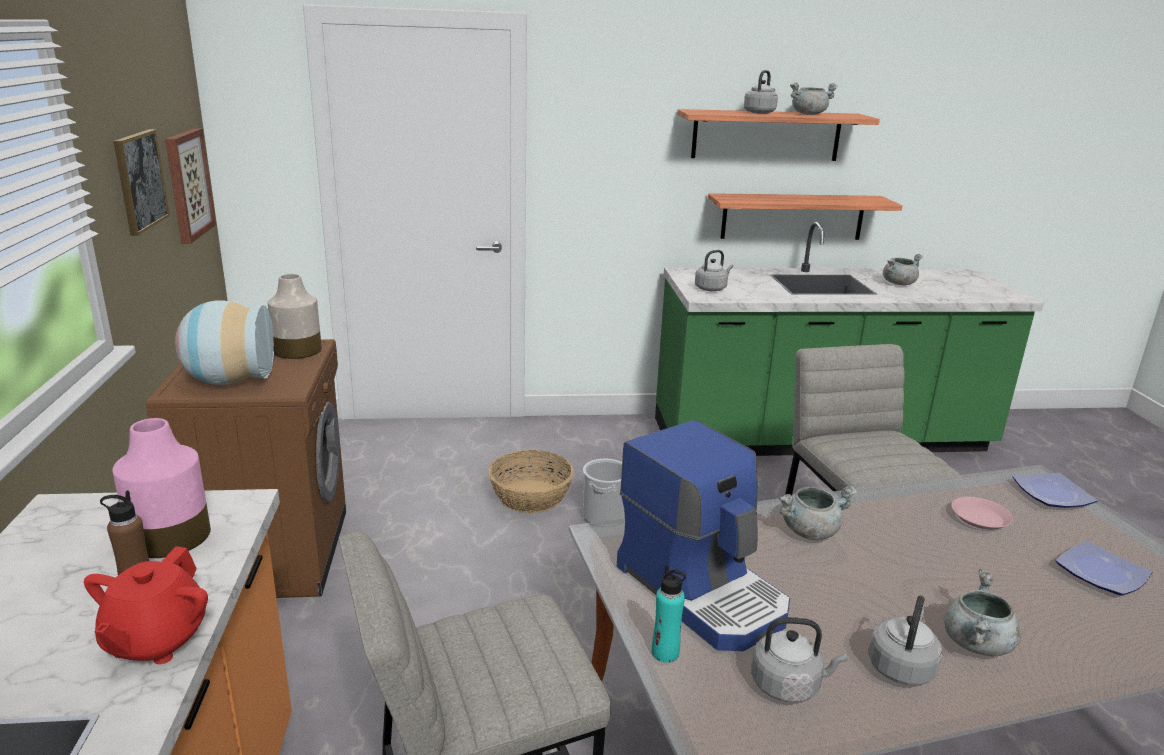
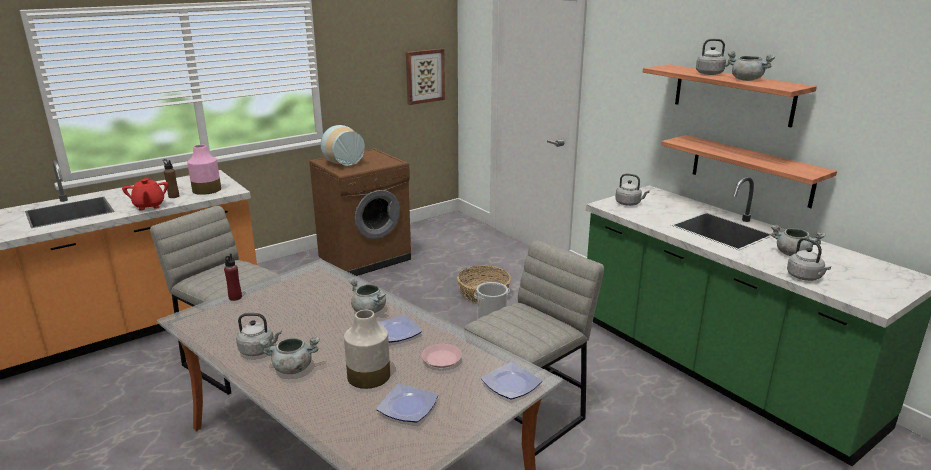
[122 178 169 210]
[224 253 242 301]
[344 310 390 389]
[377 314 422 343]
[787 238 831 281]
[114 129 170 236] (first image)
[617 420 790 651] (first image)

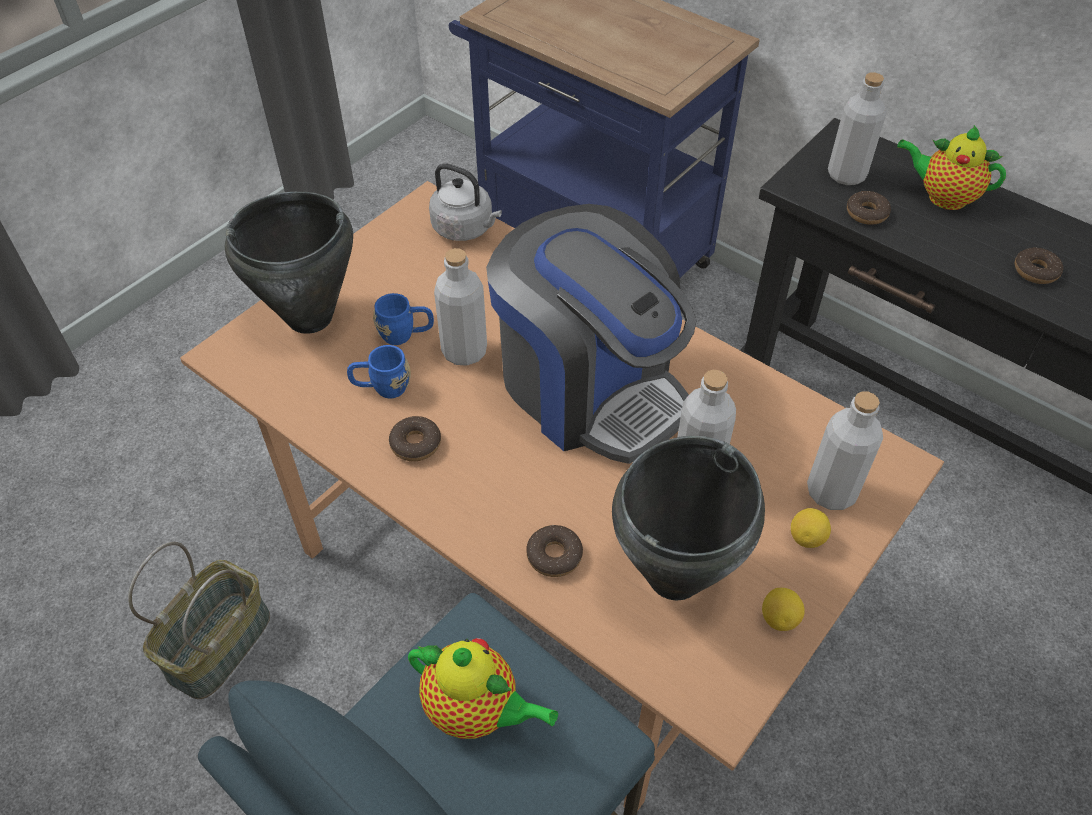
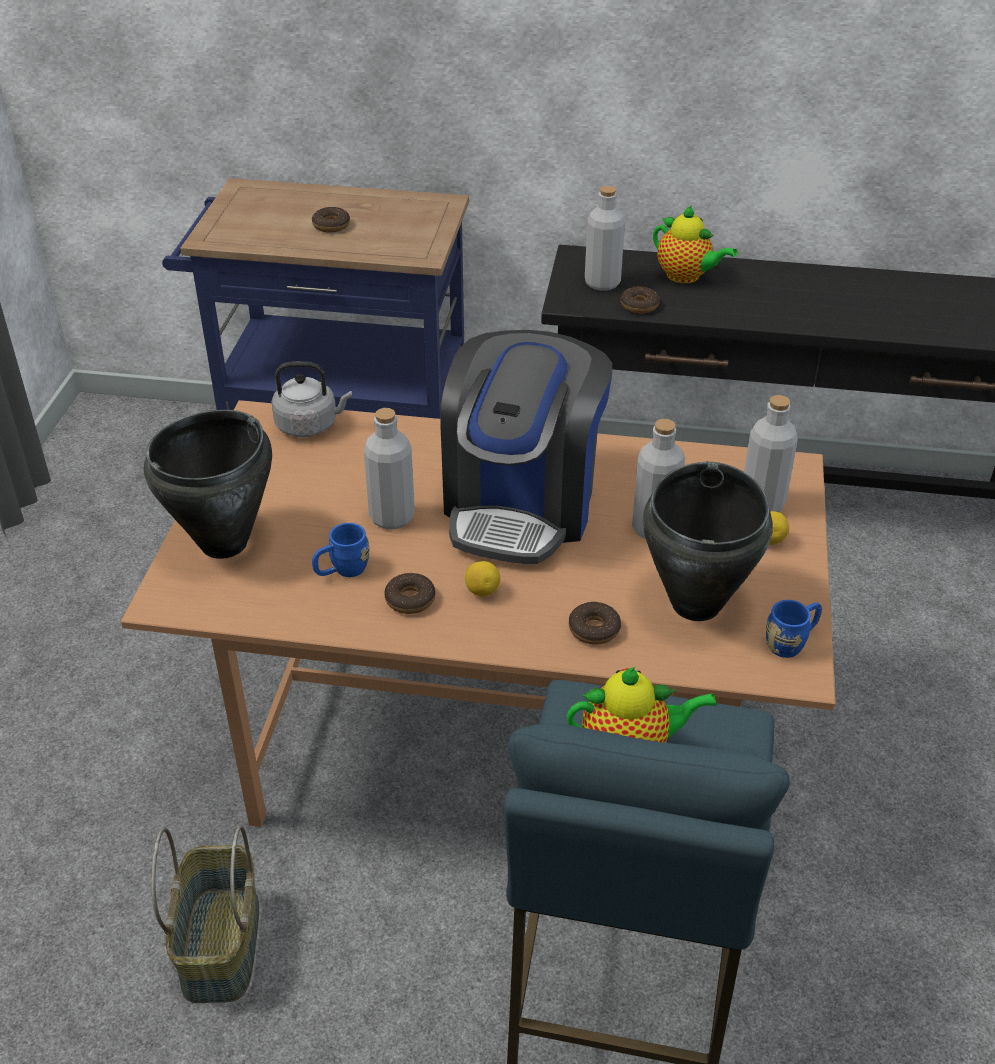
[312 207 350 233]
[440 330 613 564]
[465 561 500 597]
[653 206 738 283]
[766 600 822 658]

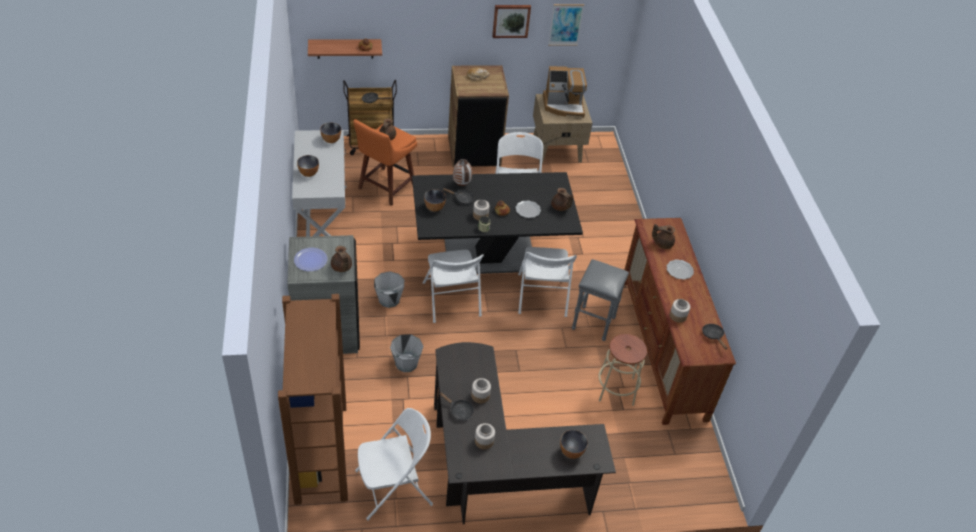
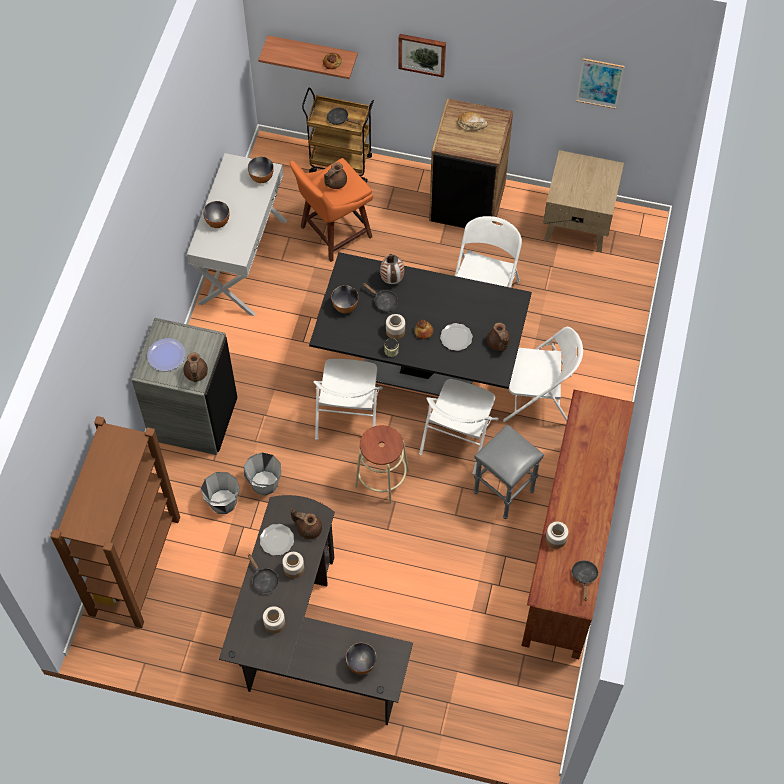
[201 472 240 514]
[260 524 294 556]
[291 508 322 539]
[355 425 409 504]
[398 34 446 78]
[503 327 583 422]
[543 66 587 118] (first image)

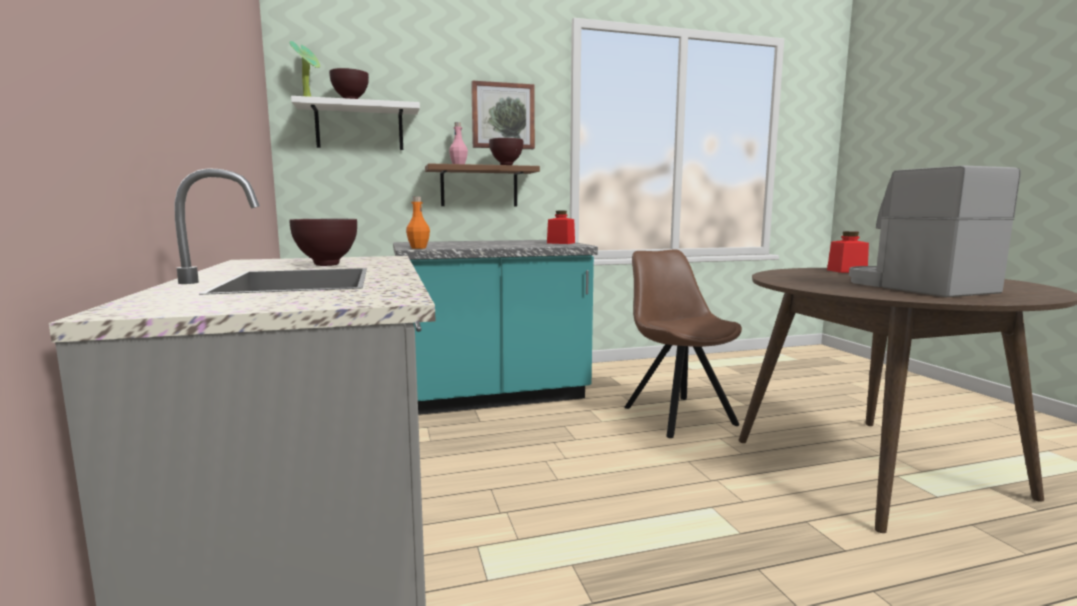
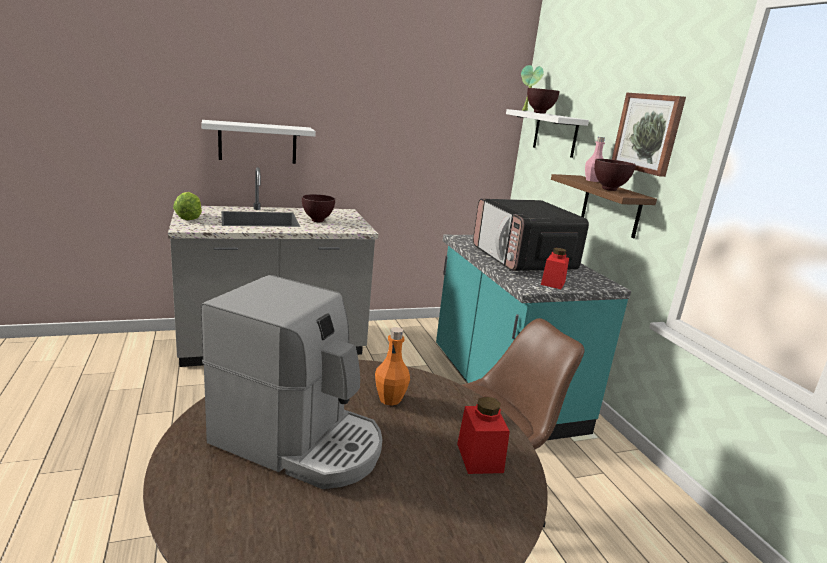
[173 192 202 220]
[201 120 316 164]
[201 275 382 489]
[375 327 410 406]
[473 199 589 271]

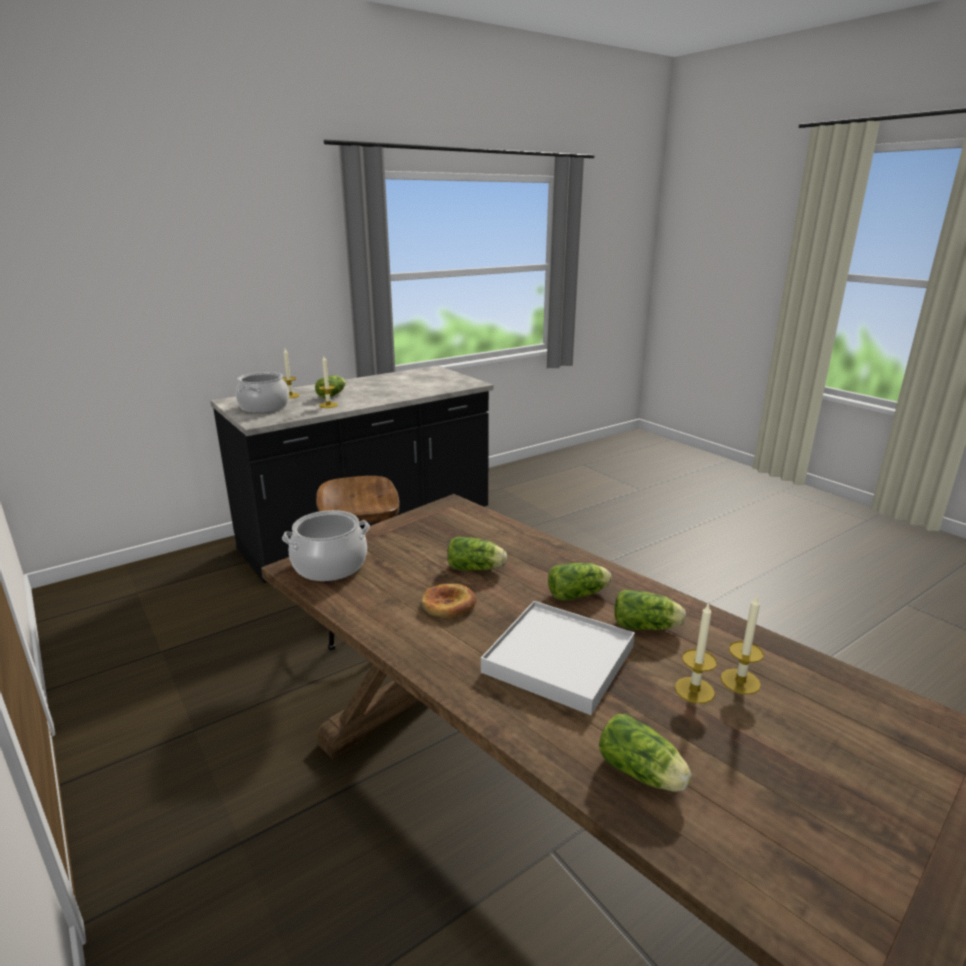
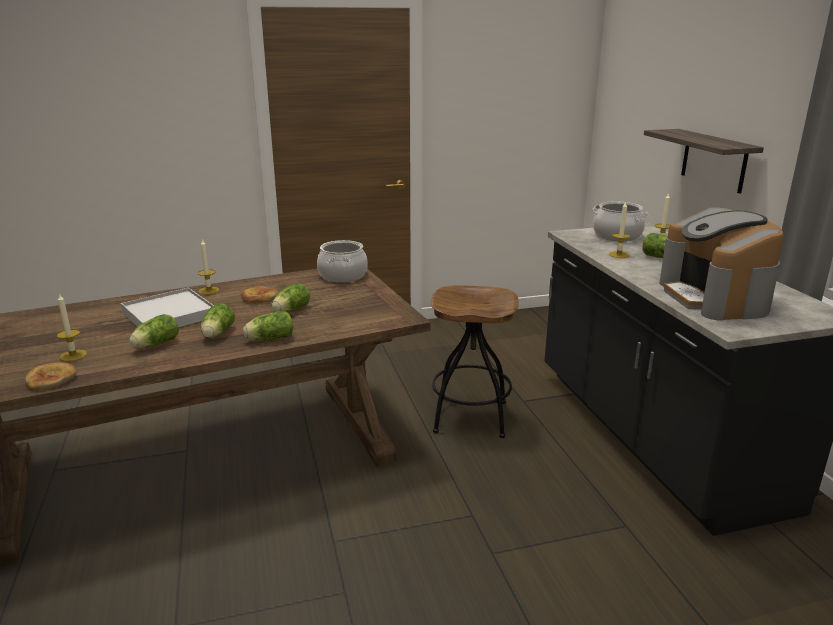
[25 362 76 391]
[198 239 219 295]
[243 311 293 340]
[644 129 764 194]
[659 207 784 321]

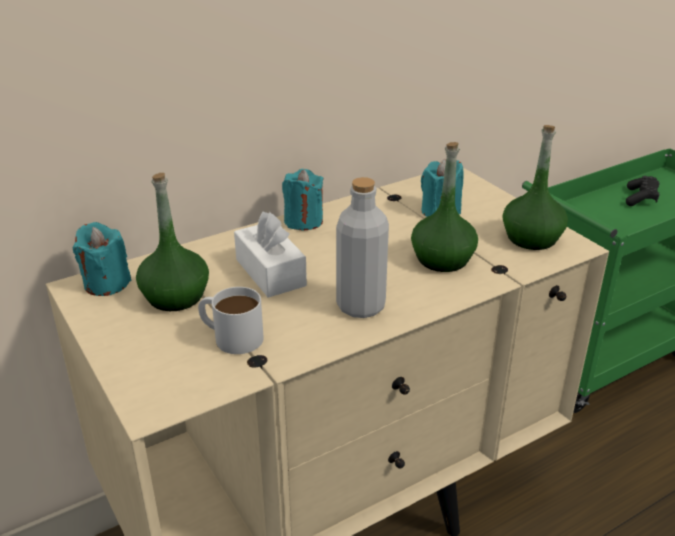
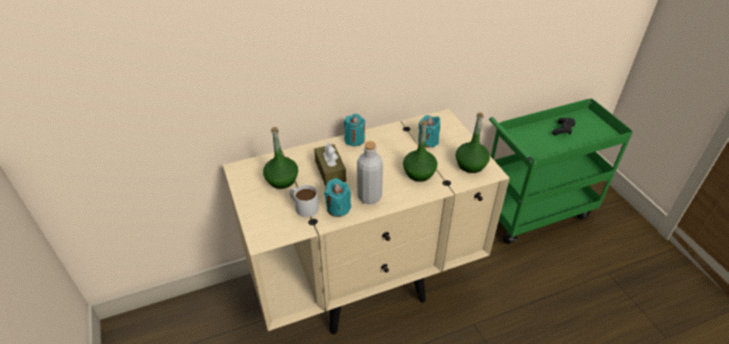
[314 143 346 186]
[324 178 351 217]

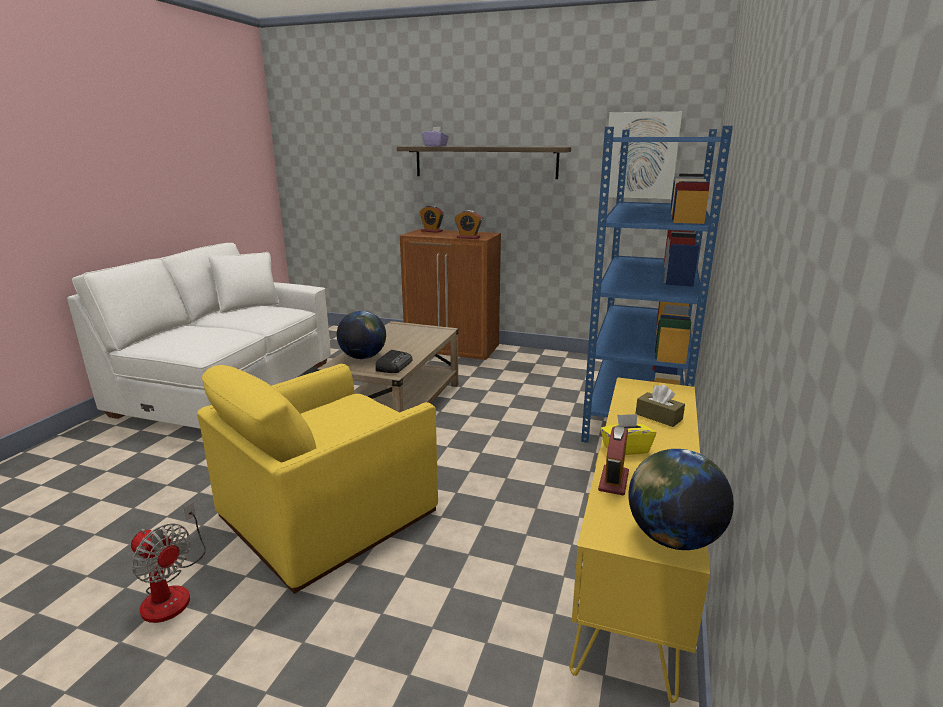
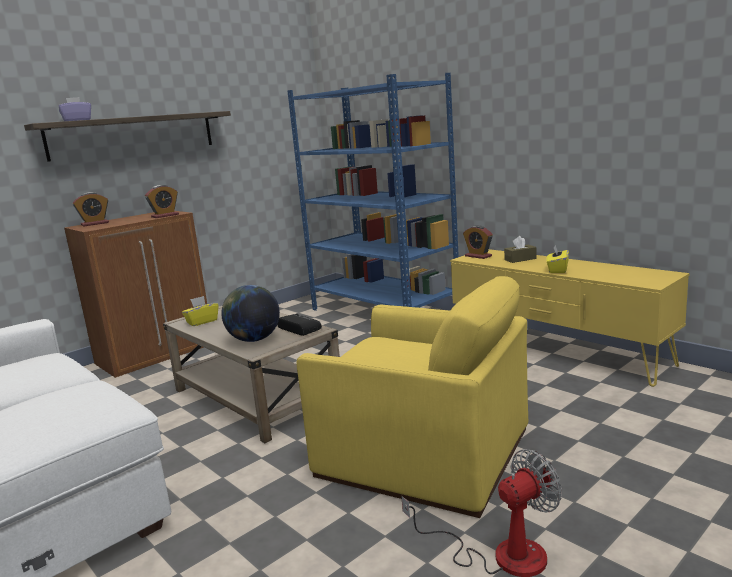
[182 296 219 326]
[296 276 528 518]
[463 225 493 259]
[603 111 682 199] (first image)
[628 449 734 550] (first image)

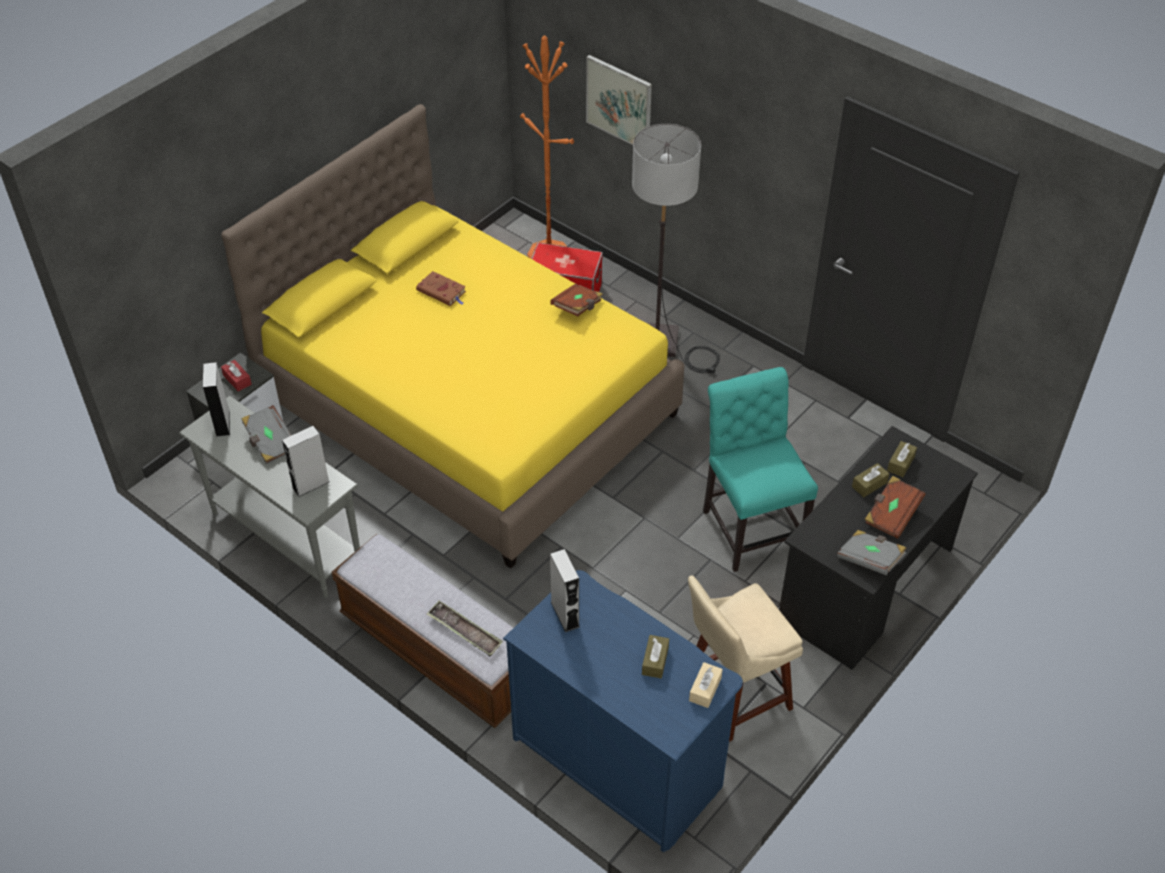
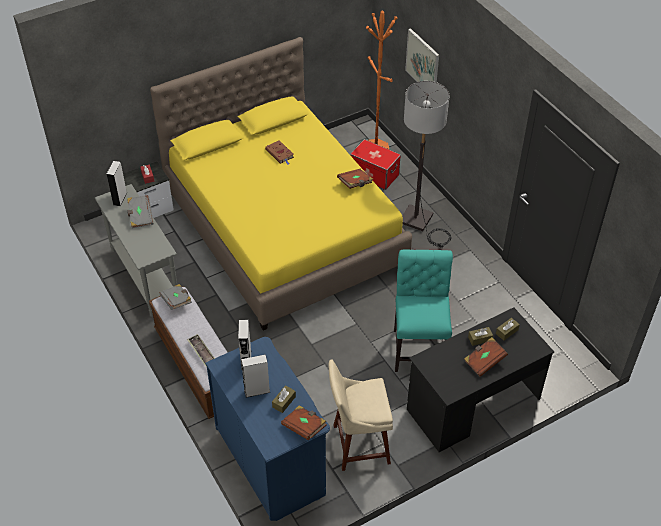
[159 284 192 310]
[241 354 270 398]
[281 405 327 440]

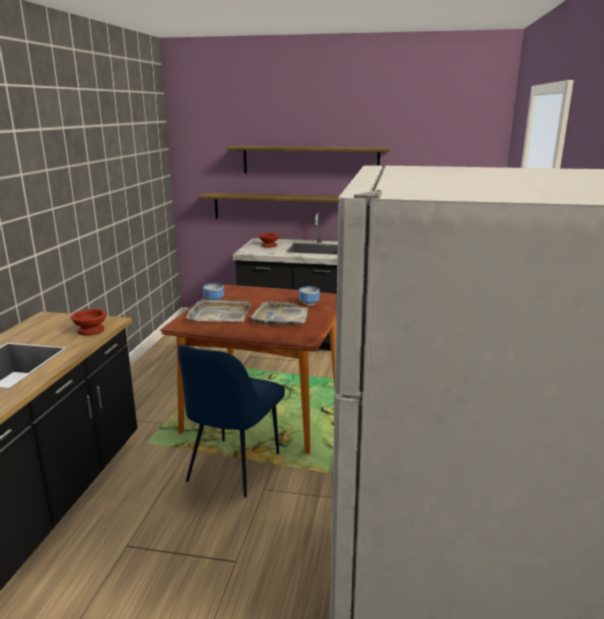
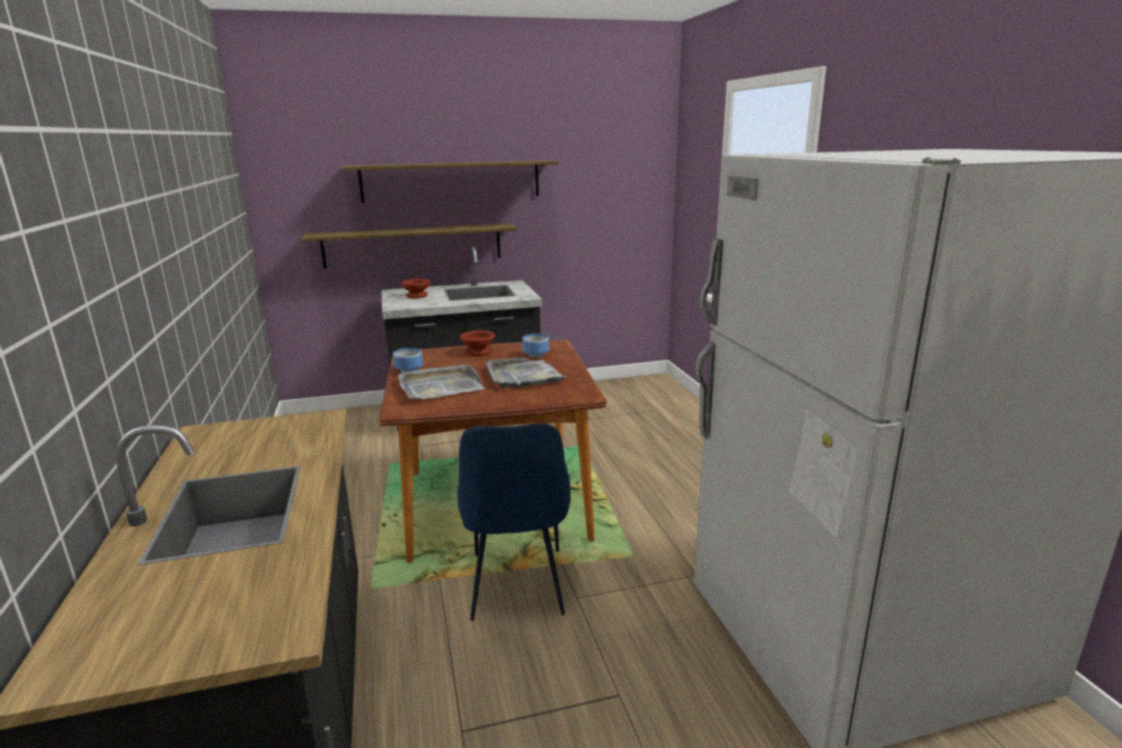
[460 330 495 356]

